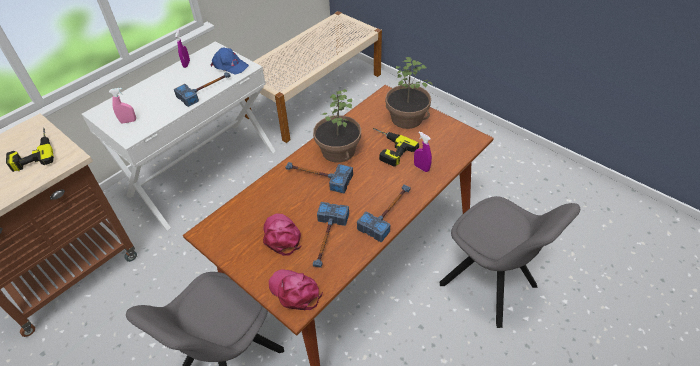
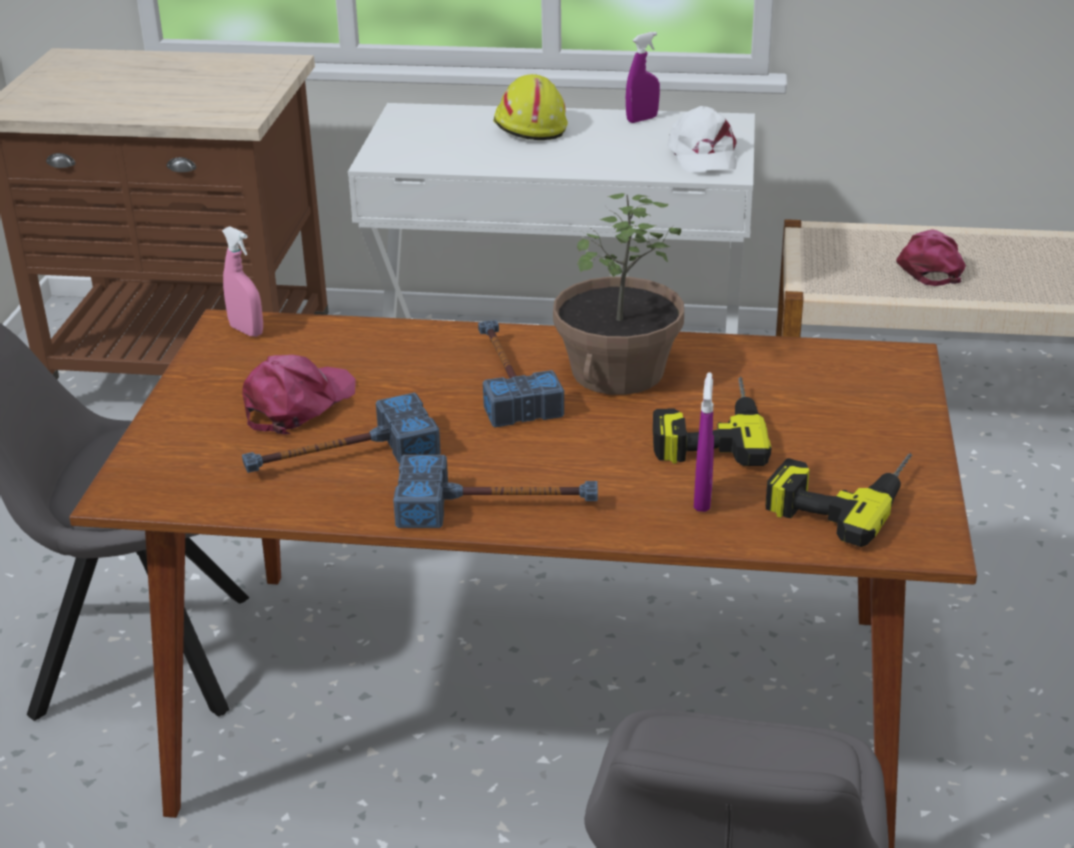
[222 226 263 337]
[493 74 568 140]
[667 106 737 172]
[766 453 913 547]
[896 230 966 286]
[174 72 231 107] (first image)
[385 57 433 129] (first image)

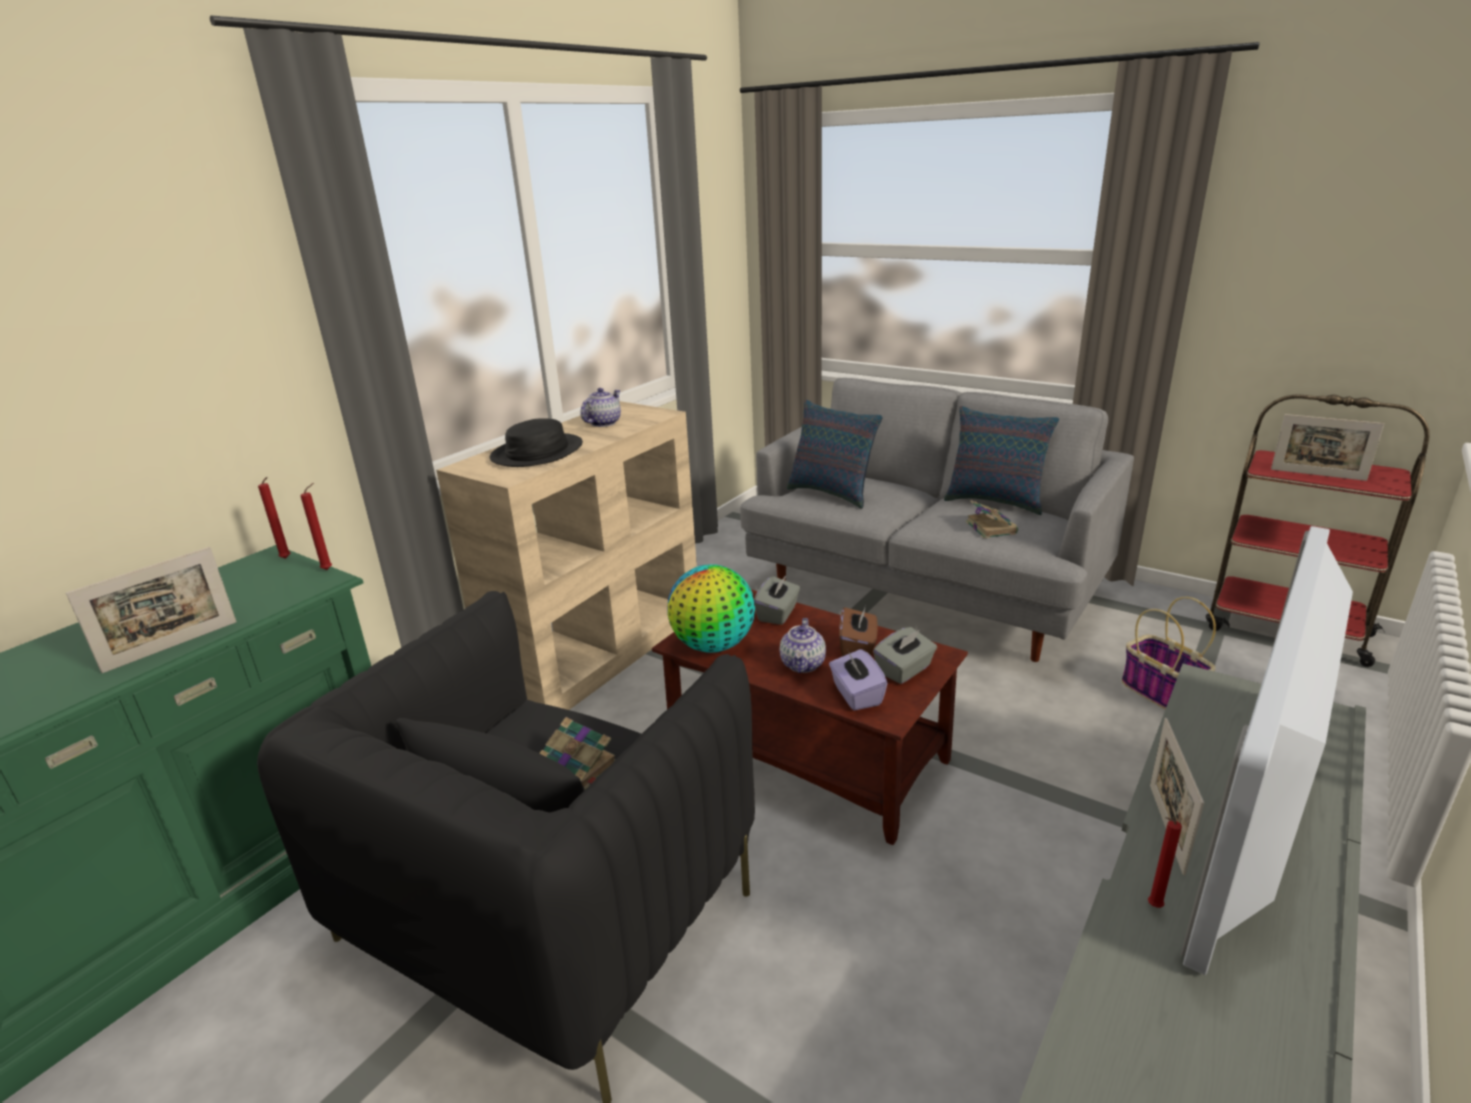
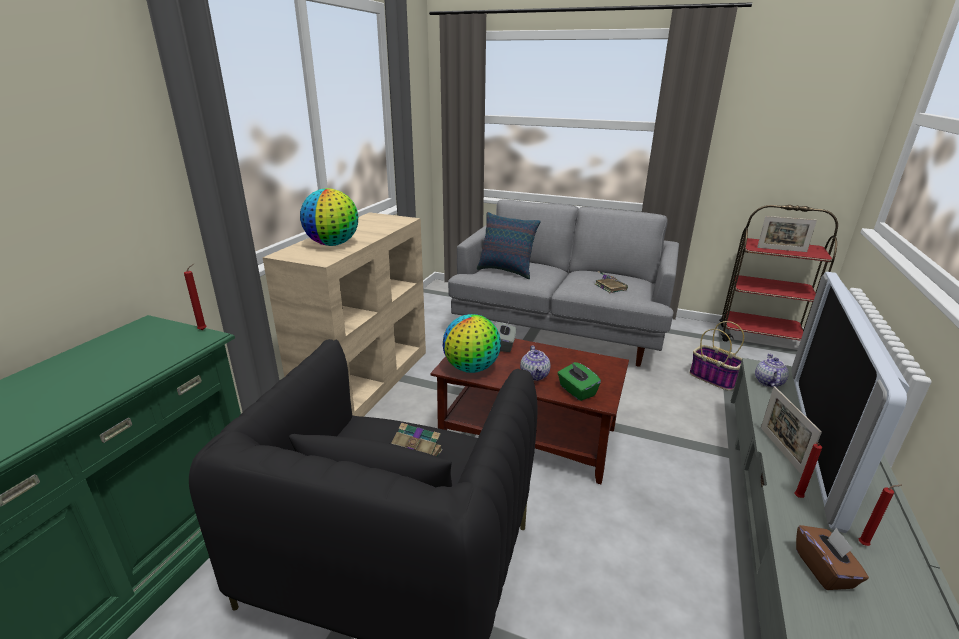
[300 188 358 246]
[558 362 601 401]
[755 353 789 388]
[796 525 869 590]
[859 485 902 546]
[66 547 237 673] (first image)
[873 627 937 684] (first image)
[944 406 1059 515] (first image)

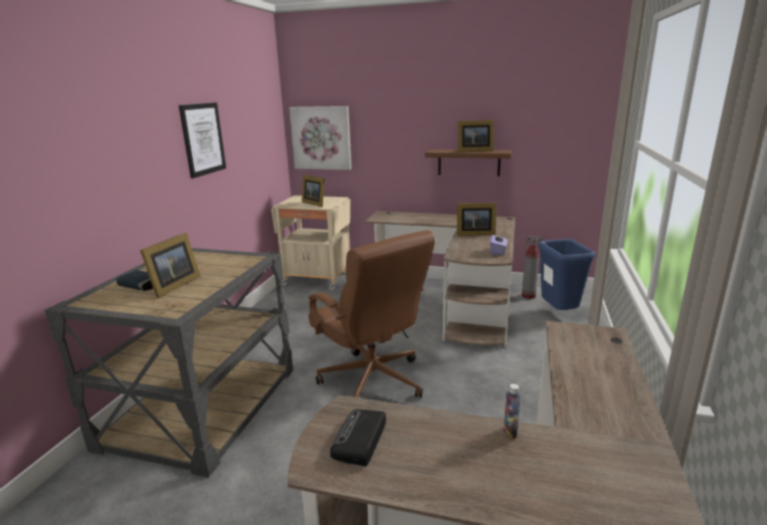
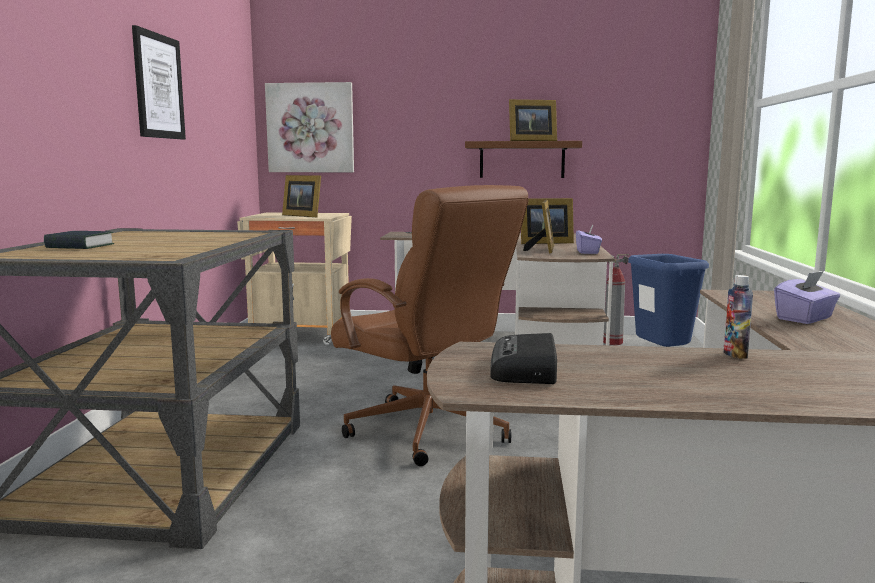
[523 200 554 253]
[774 271 840 324]

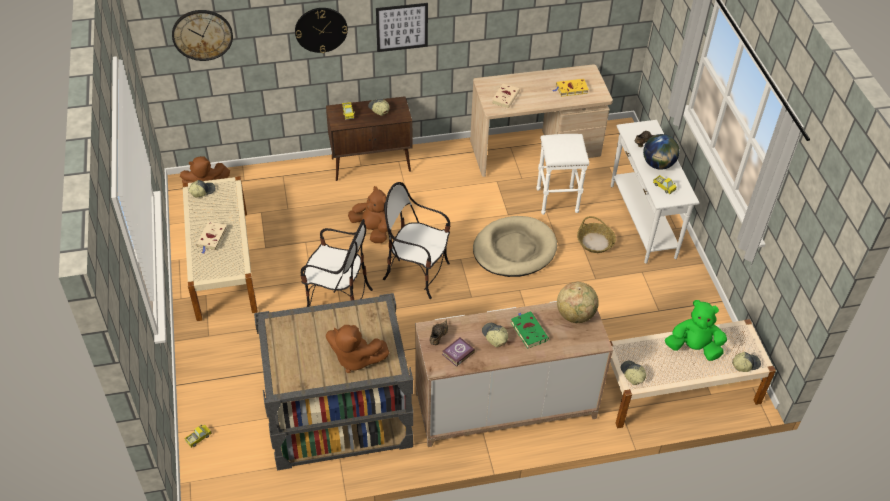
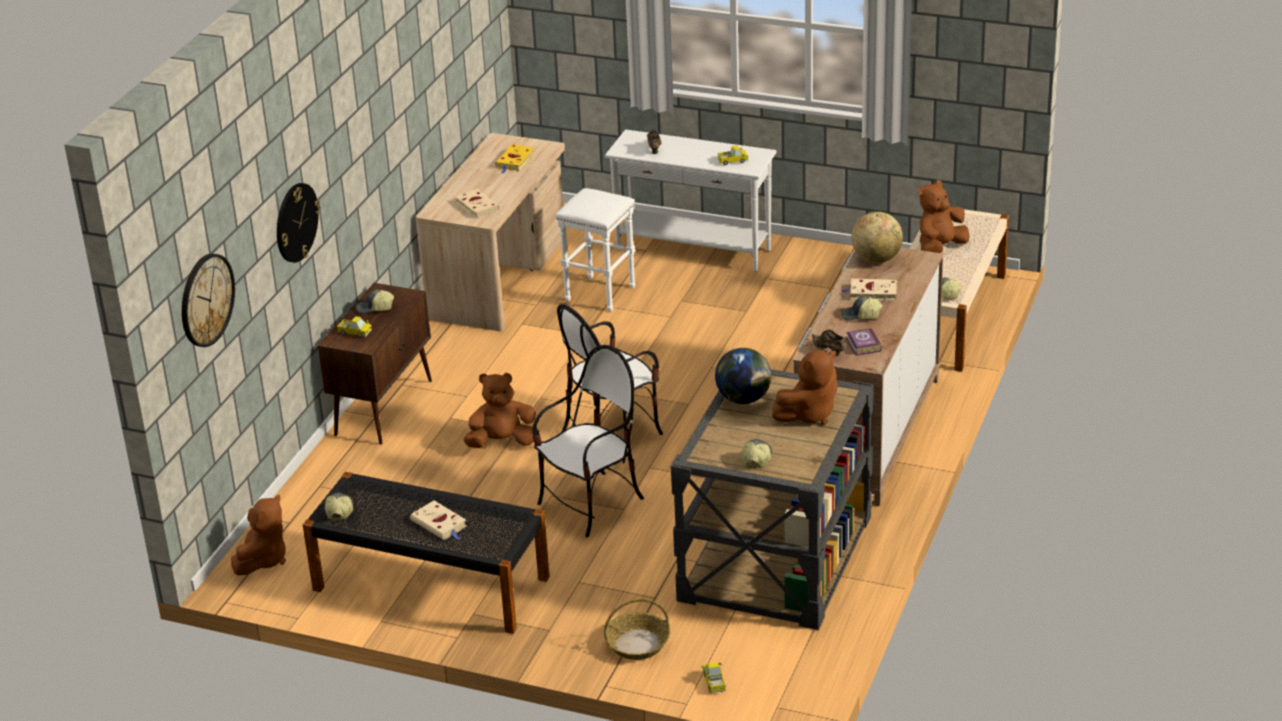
[303 472 550 634]
[604 599 670 660]
[715 348 771 404]
[742 439 772 468]
[842 279 897 301]
[919 180 970 253]
[376 3 428 52] (first image)
[473 216 557 277] (first image)

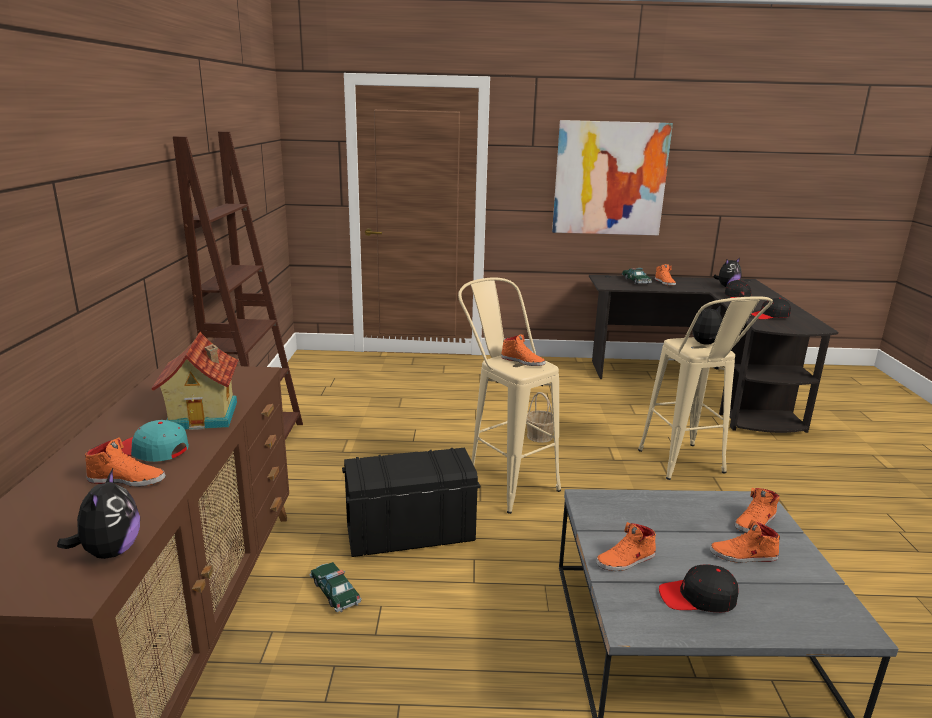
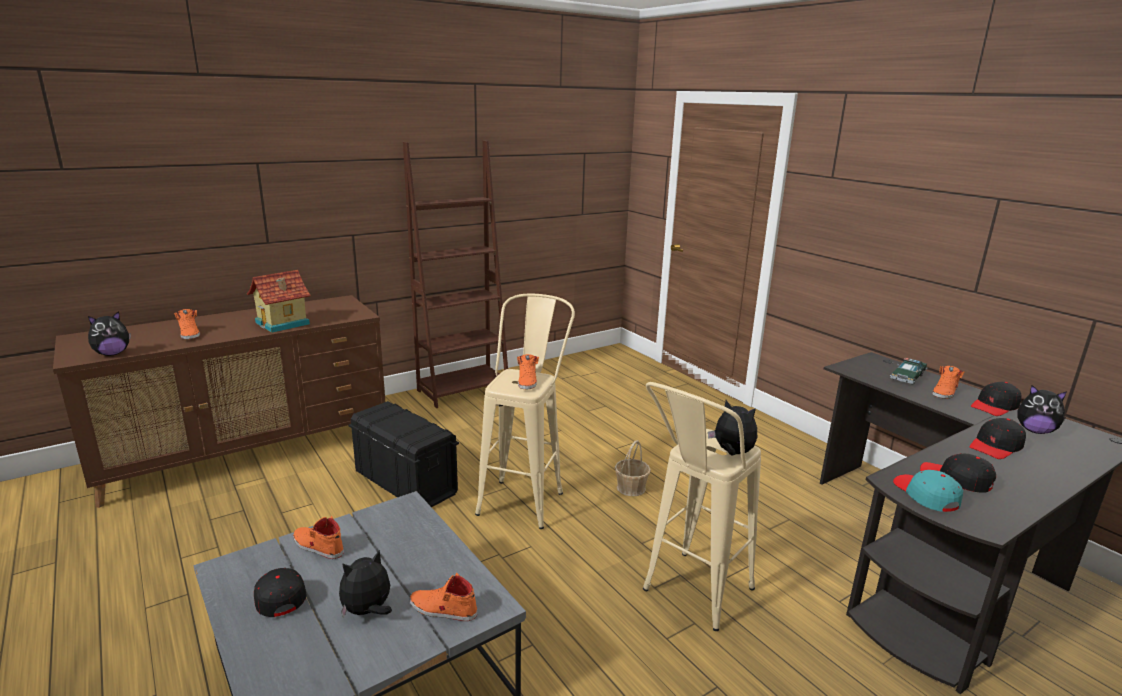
[339 549 392 618]
[893 470 963 512]
[971 382 1022 416]
[310 562 362 612] (first image)
[552 120 673 235] (first image)

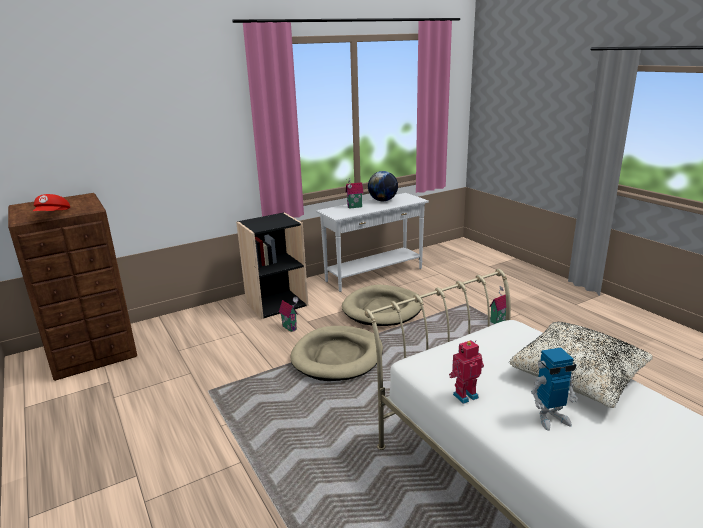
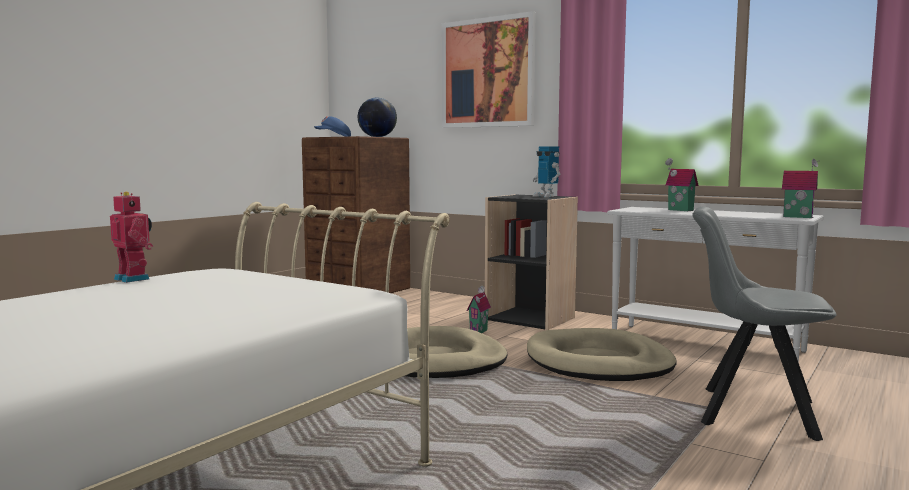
[314 117 351 137]
[358 98 397 137]
[442 11 536 128]
[533 146 560 197]
[693 206 837 441]
[782 158 820 218]
[510 322 653 408] (first image)

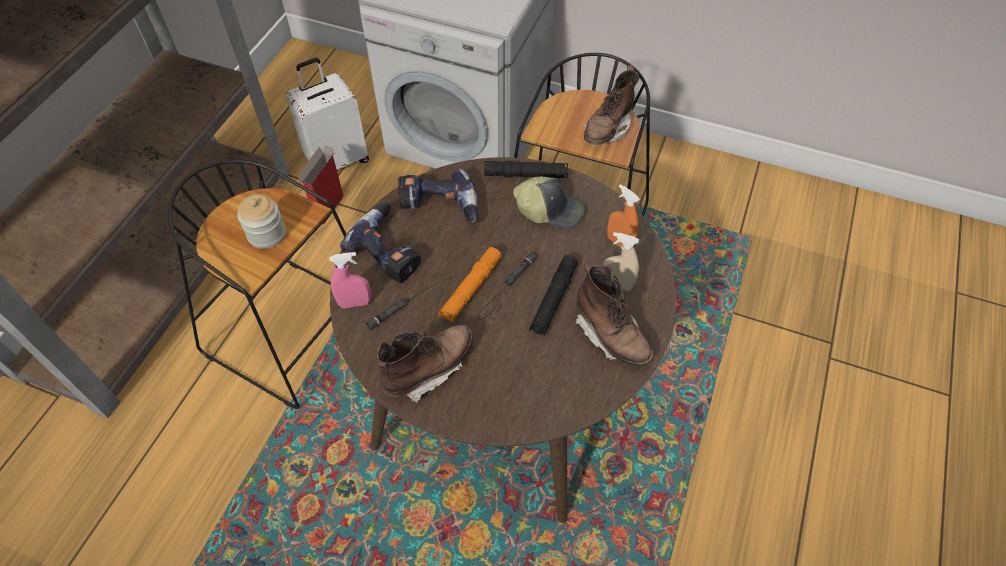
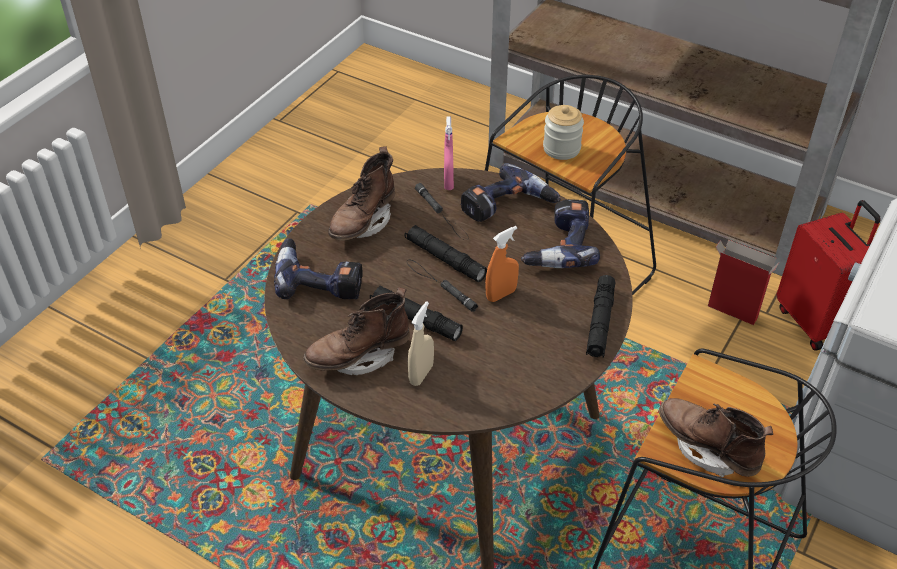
[274 238 362 299]
[328 146 395 241]
[405 225 487 282]
[485 226 519 302]
[777 200 881 351]
[513 176 585 229] (first image)

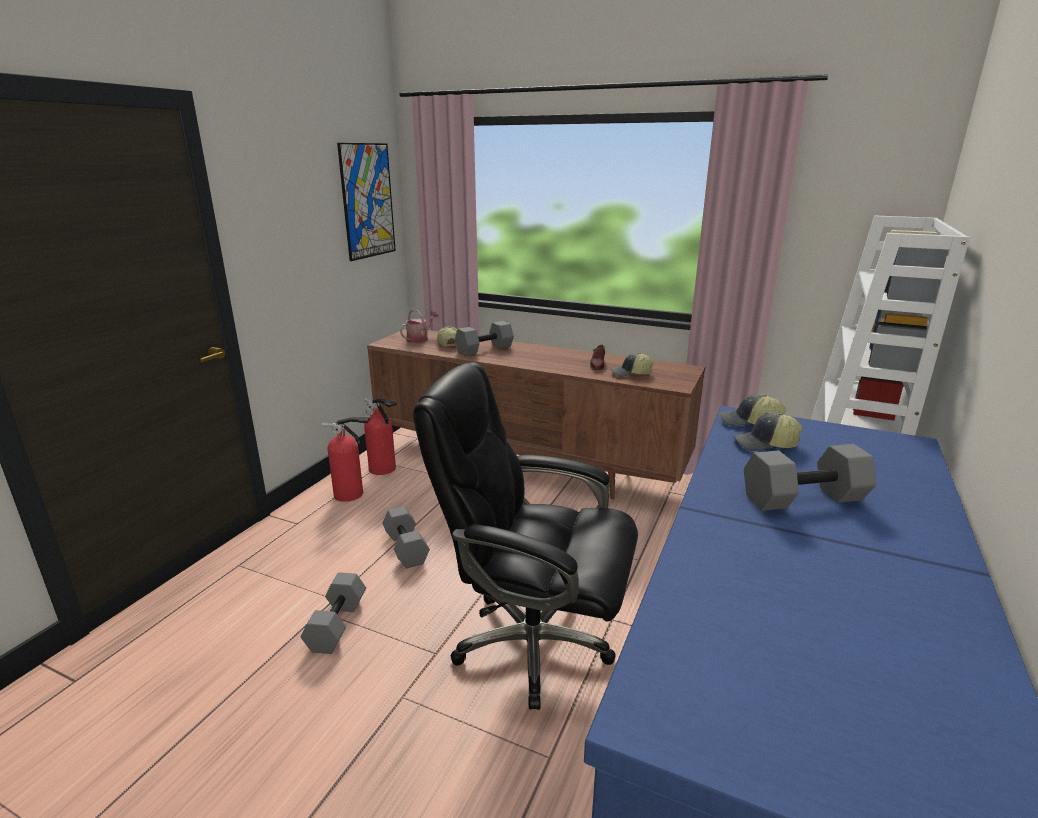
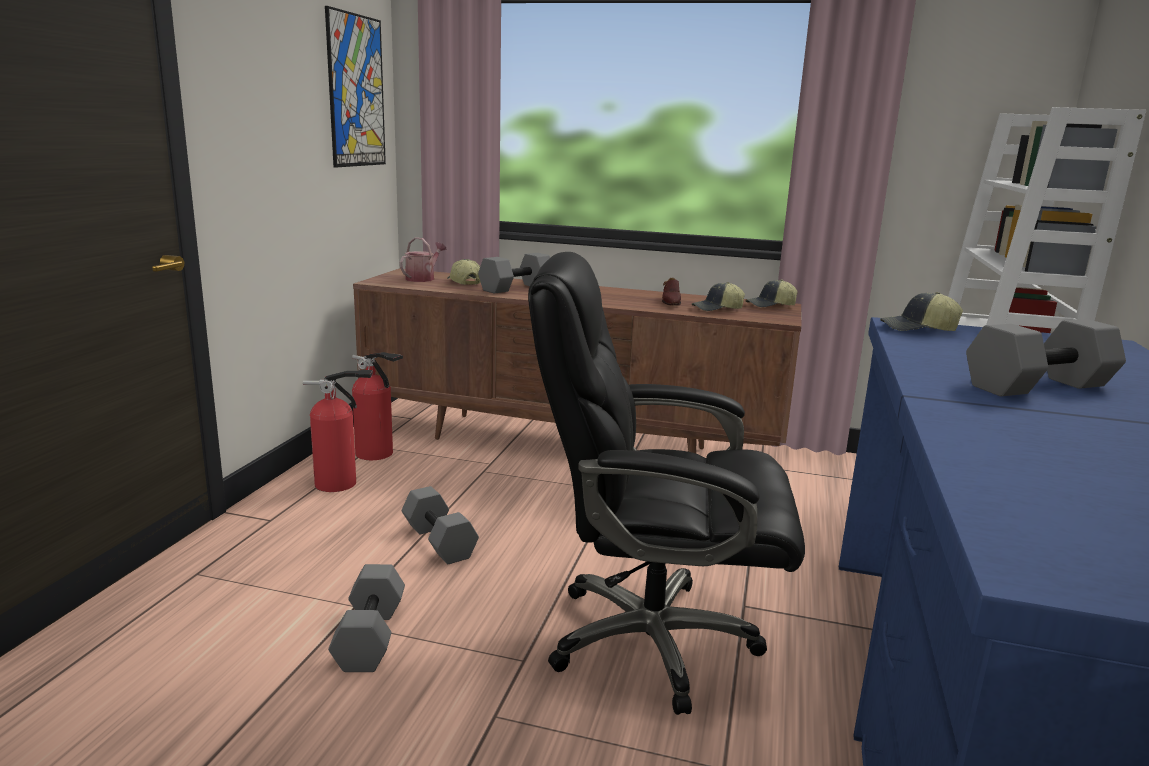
[746 279 798 307]

